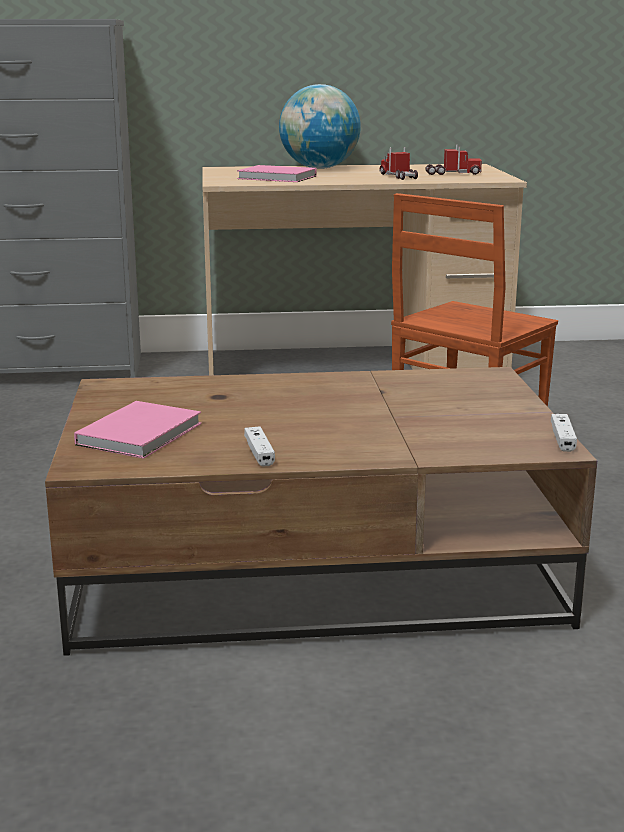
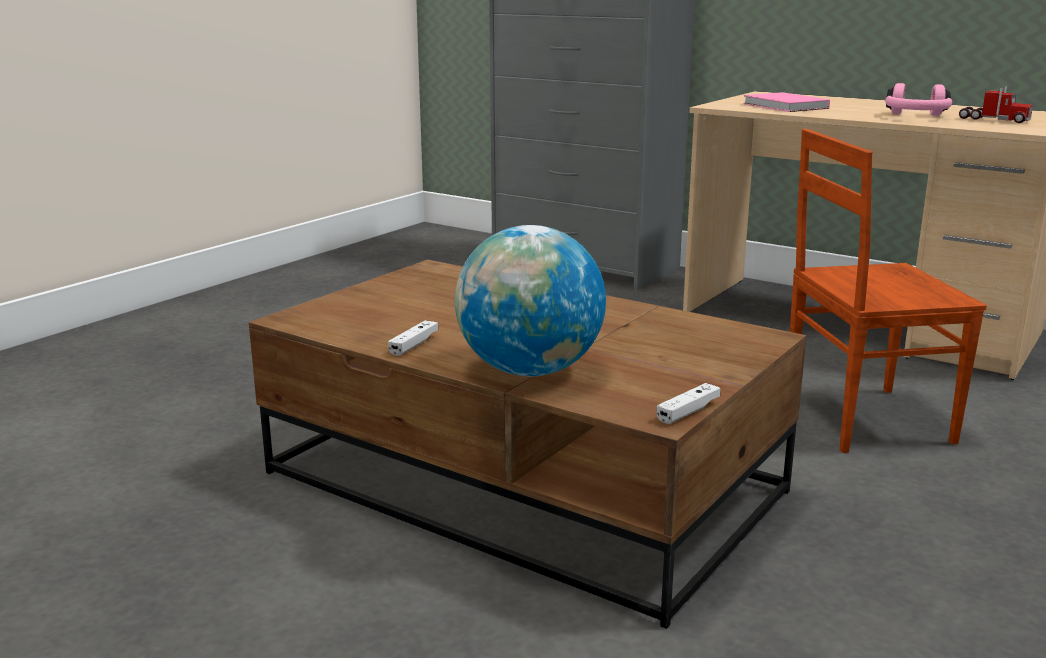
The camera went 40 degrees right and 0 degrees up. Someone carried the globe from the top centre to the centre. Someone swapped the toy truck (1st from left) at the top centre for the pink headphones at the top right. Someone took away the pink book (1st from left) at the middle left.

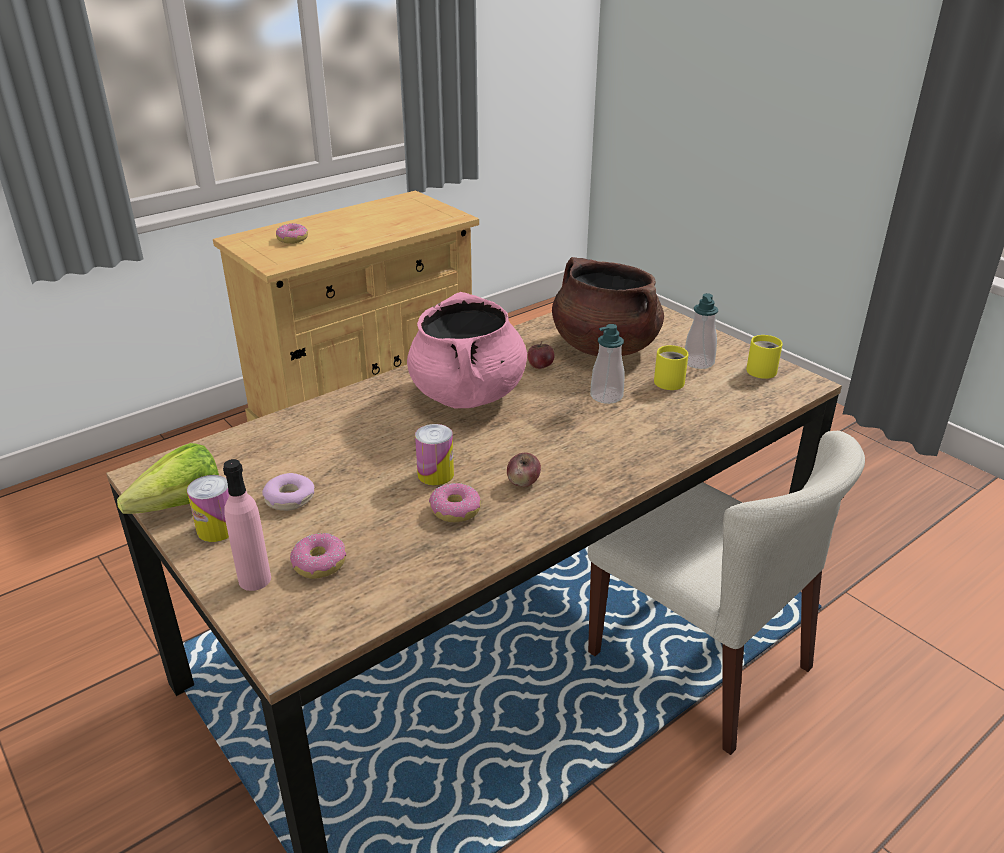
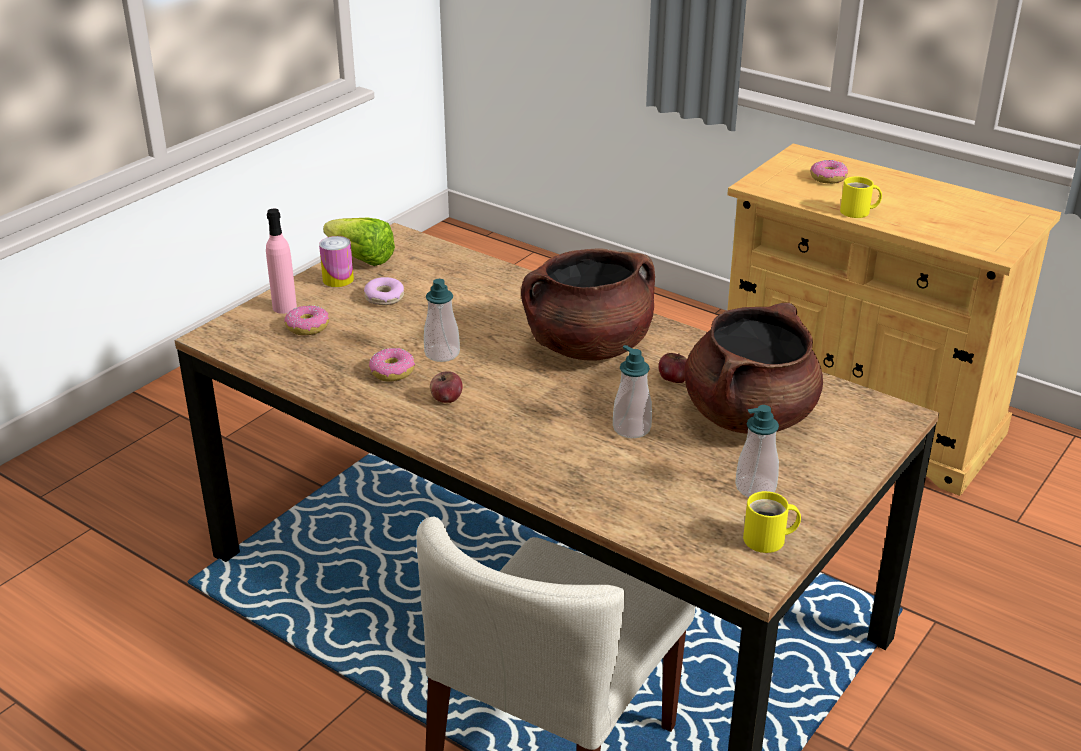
The camera went 75 degrees right and 0 degrees up. Someone swapped the can (2nd from left) at the centre for the soap dispenser (1st from left) at the centre. Someone repainted the pink cooking pot at the centre, which became the brown cooking pot (1st from left) at the centre. Someone carried the yellow mug (1st from left in the first image) from the middle right to the top right.

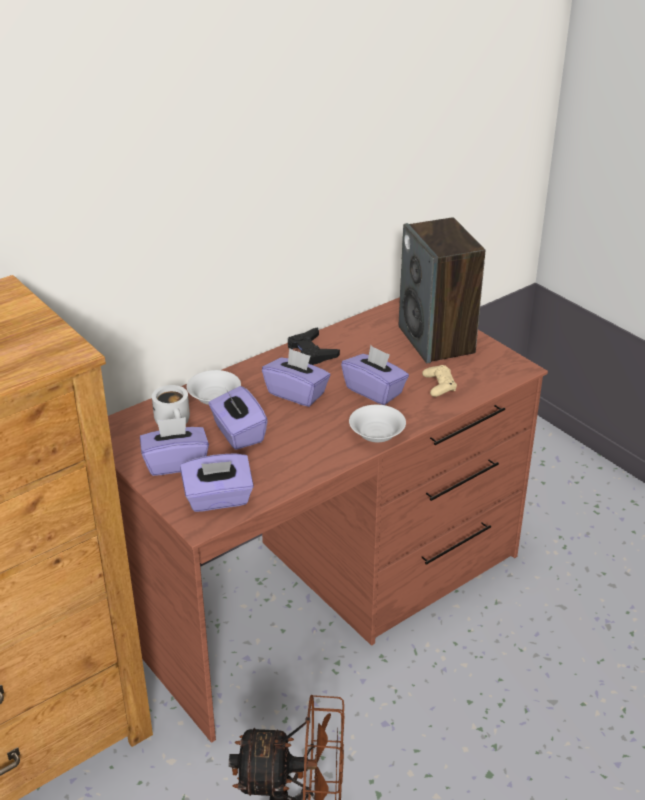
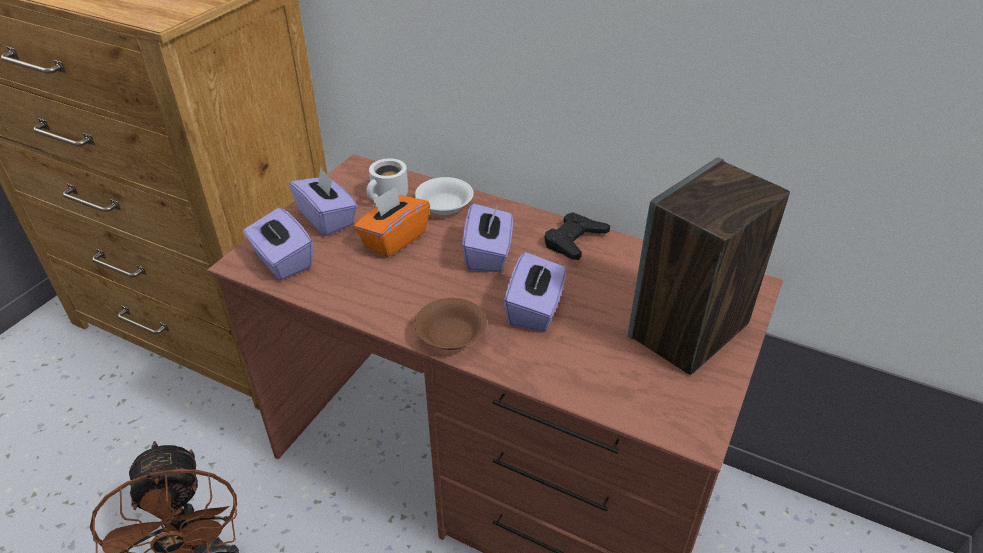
The camera went 65 degrees right and 5 degrees up. Someone repainted the purple tissue box (3rd from left) at the centre, which became the orange tissue box at the centre. Someone repainted the white bowl (2nd from left) at the centre, which became the brown bowl at the centre. Someone took away the beige game controller at the middle right.

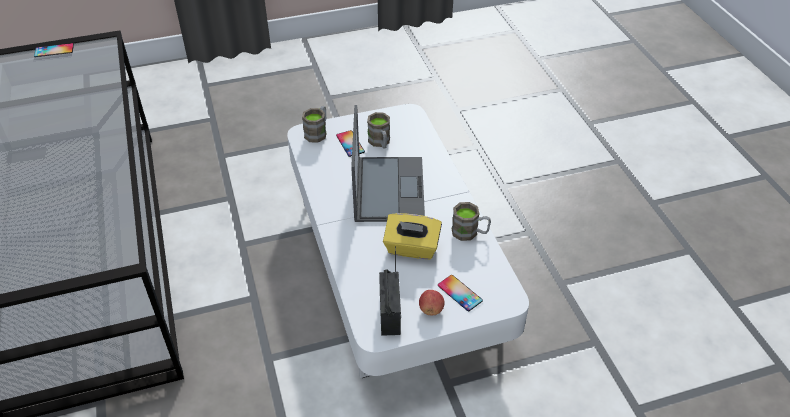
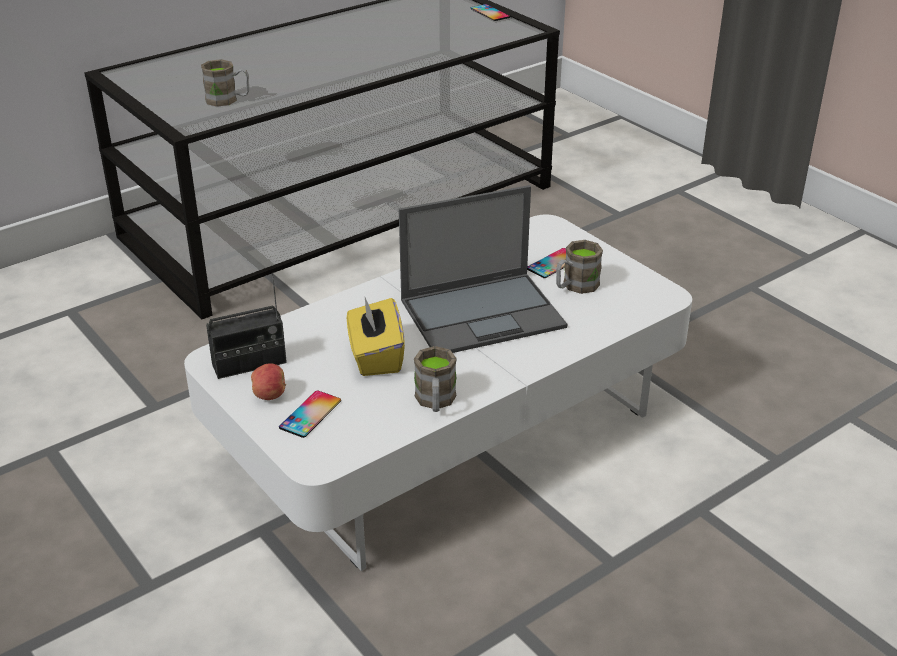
The camera went 70 degrees right and 10 degrees down. Someone carried the brown mug (1st from left) from the top centre to the top left.

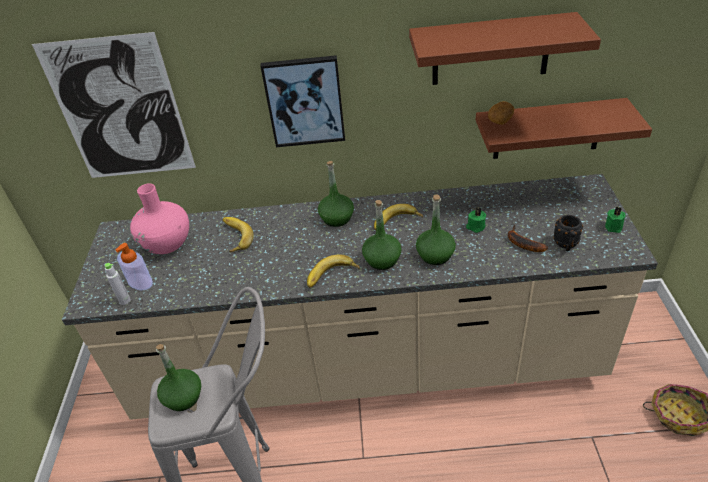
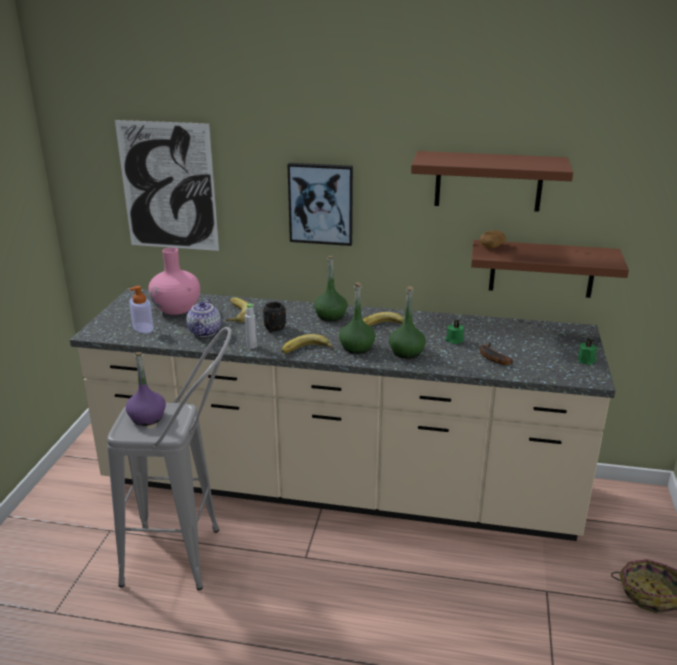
The camera went 10 degrees right and 15 degrees down. Someone repainted the green bottle (1st from left) at the bottom left, which became the purple bottle at the middle left. Someone put down the teapot at the middle left. Someone carried the grey bottle from the middle left to the centre. Someone carried the black mug from the middle right to the centre.

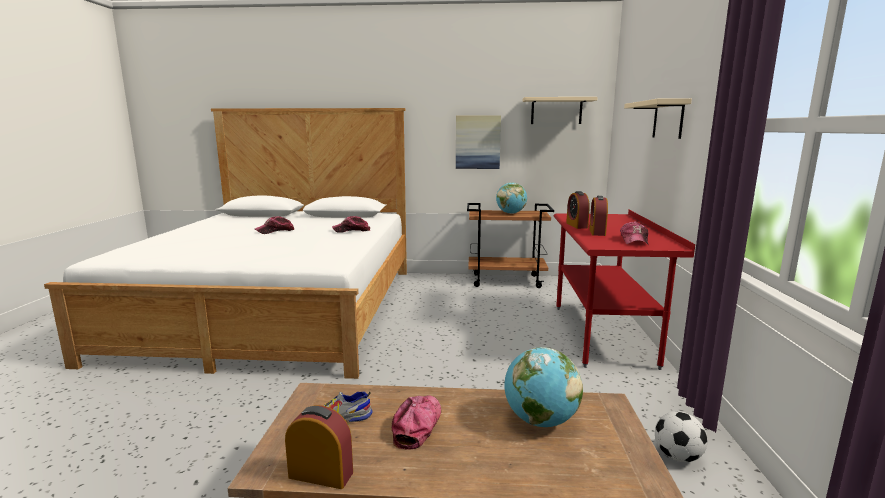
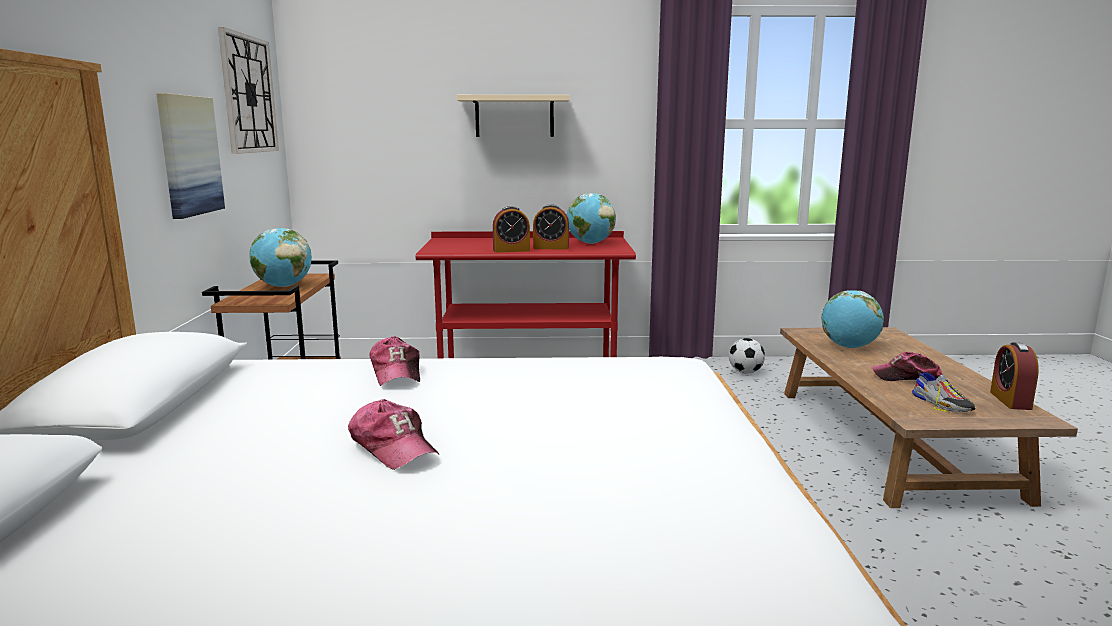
The camera went 95 degrees left and 0 degrees up. Someone swapped the beige shelf (1st from left) at the top centre for the wall clock at the top left. Someone swapped the cap (4th from left) at the middle right for the globe (2nd from left) at the centre.

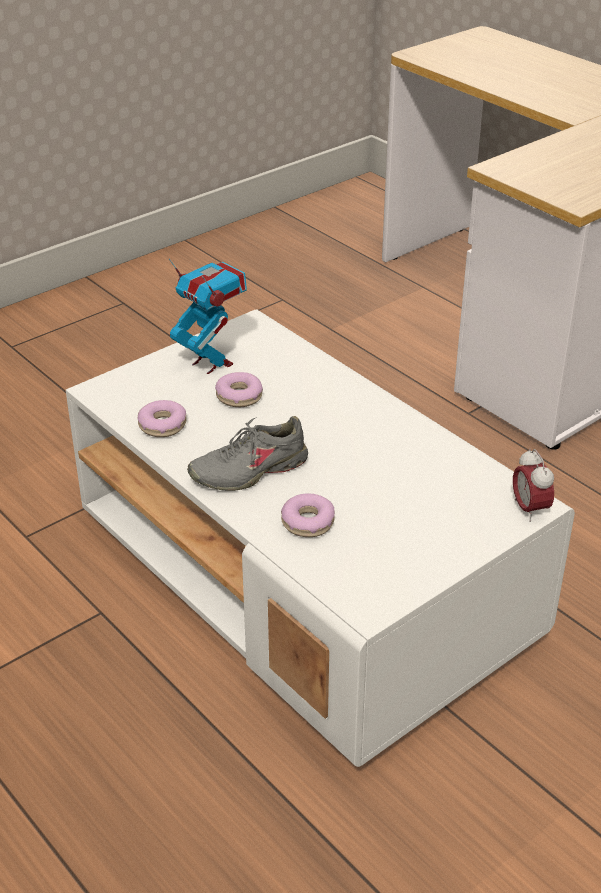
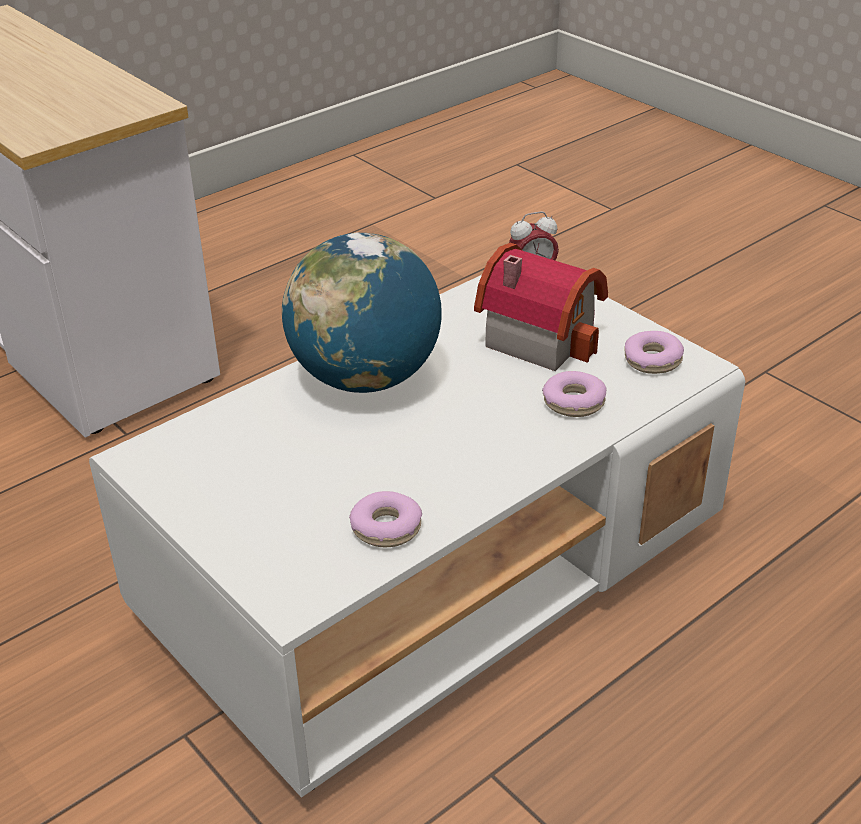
The camera went 90 degrees left and 0 degrees up. Someone put down the globe at the centre. Someone put down the toy house at the centre. Someone carried the donut (2nd from left in the first image) from the centre to the middle right. Someone took away the toy robot at the centre. Someone took away the grey shoe at the centre.

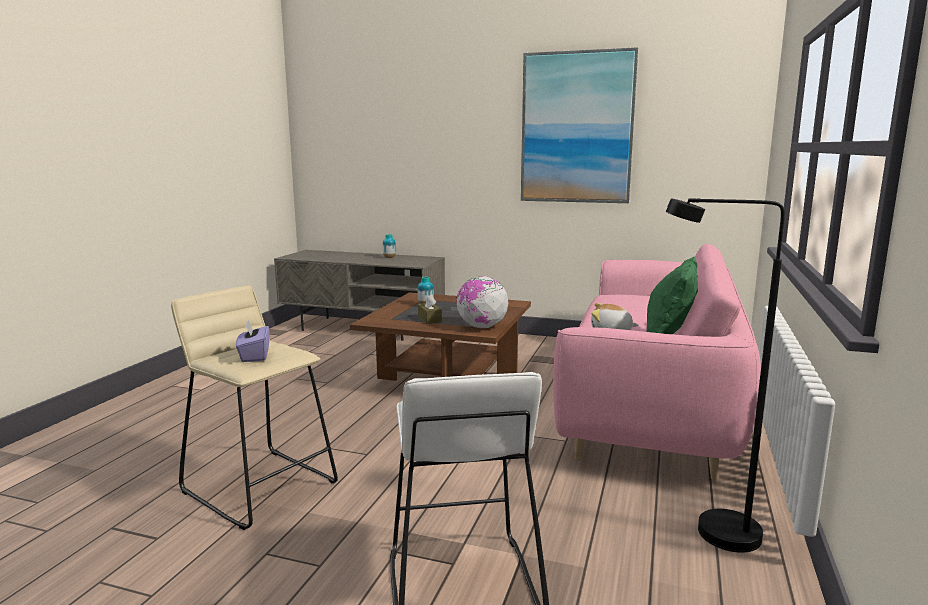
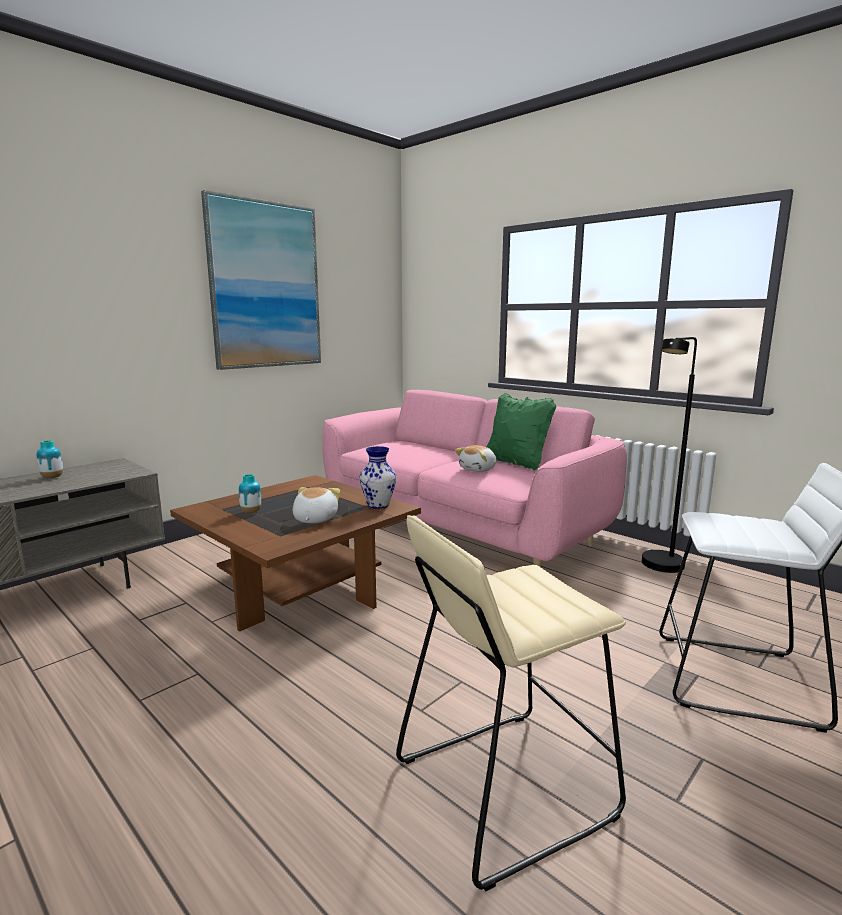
The camera went 65 degrees left and 0 degrees up. Someone swapped the brown tissue box at the centre for the plush toy (1st from left) at the centre. Someone swapped the globe at the centre for the vase (3rd from left) at the centre. Someone took away the purple tissue box at the middle left.

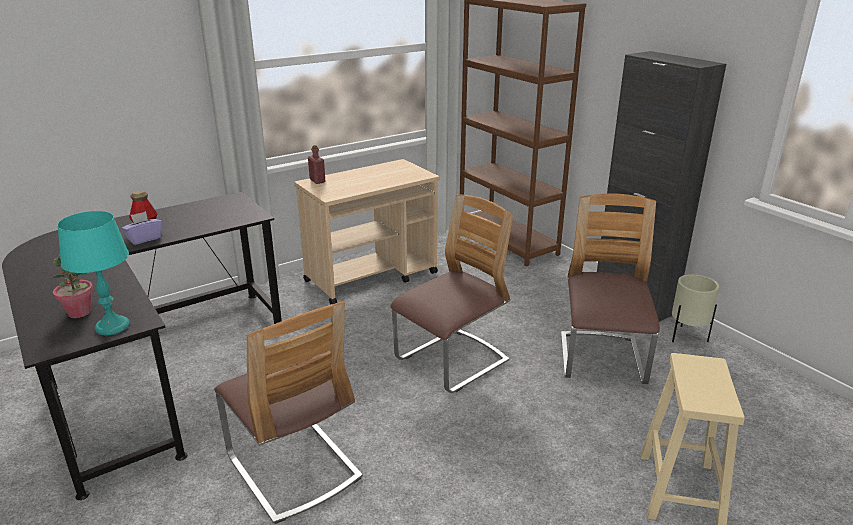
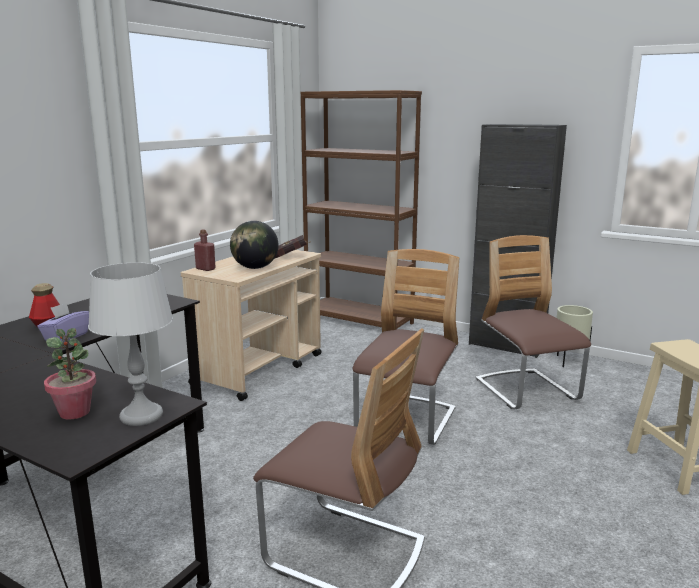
The camera went 25 degrees left and 10 degrees down. Someone repainted the turquoise table lamp at the middle left, which became the grey table lamp at the middle left. Someone put down the globe at the centre. Someone put down the red book at the centre.

